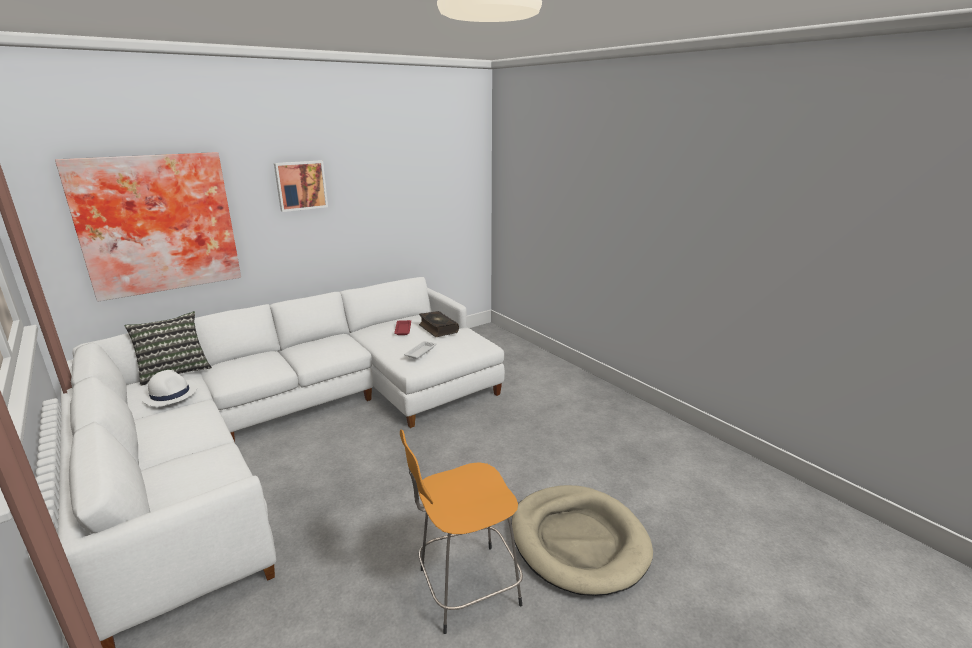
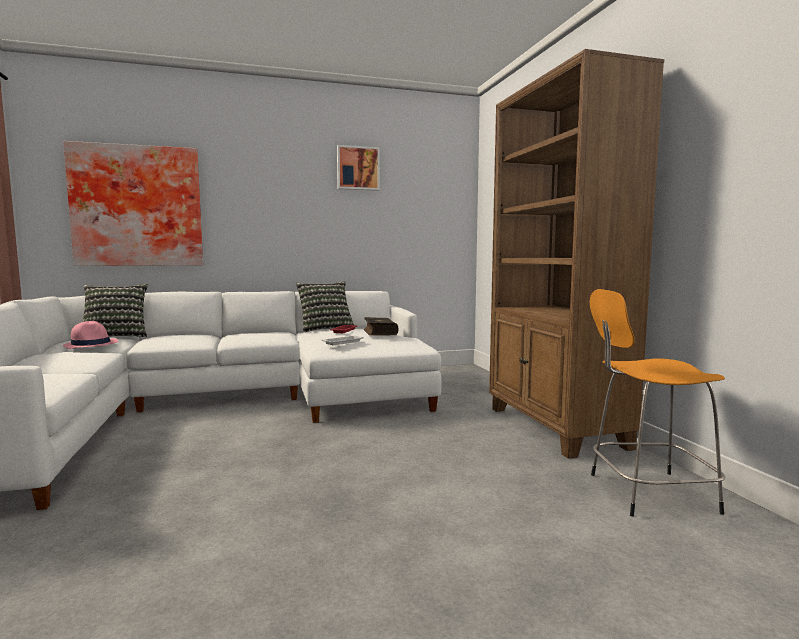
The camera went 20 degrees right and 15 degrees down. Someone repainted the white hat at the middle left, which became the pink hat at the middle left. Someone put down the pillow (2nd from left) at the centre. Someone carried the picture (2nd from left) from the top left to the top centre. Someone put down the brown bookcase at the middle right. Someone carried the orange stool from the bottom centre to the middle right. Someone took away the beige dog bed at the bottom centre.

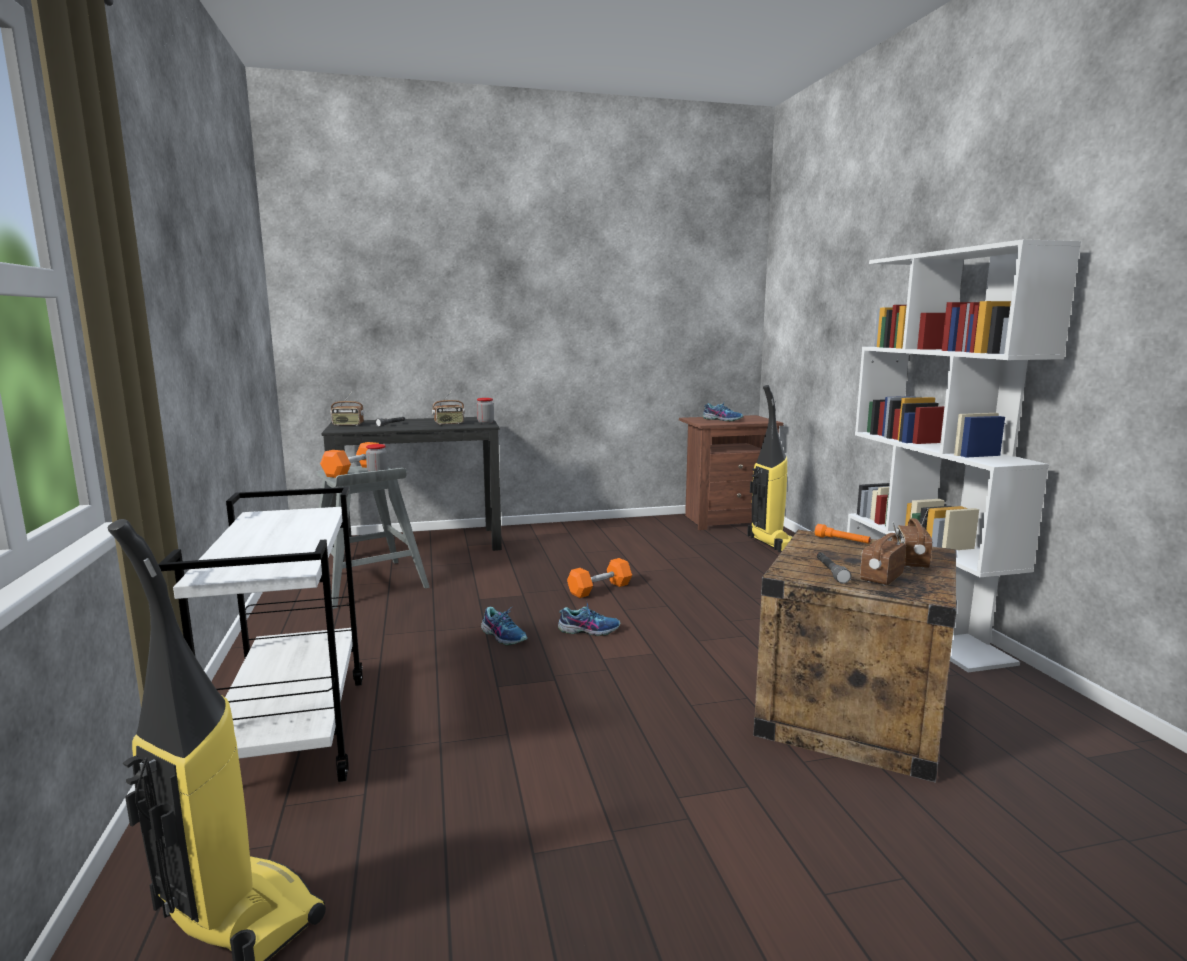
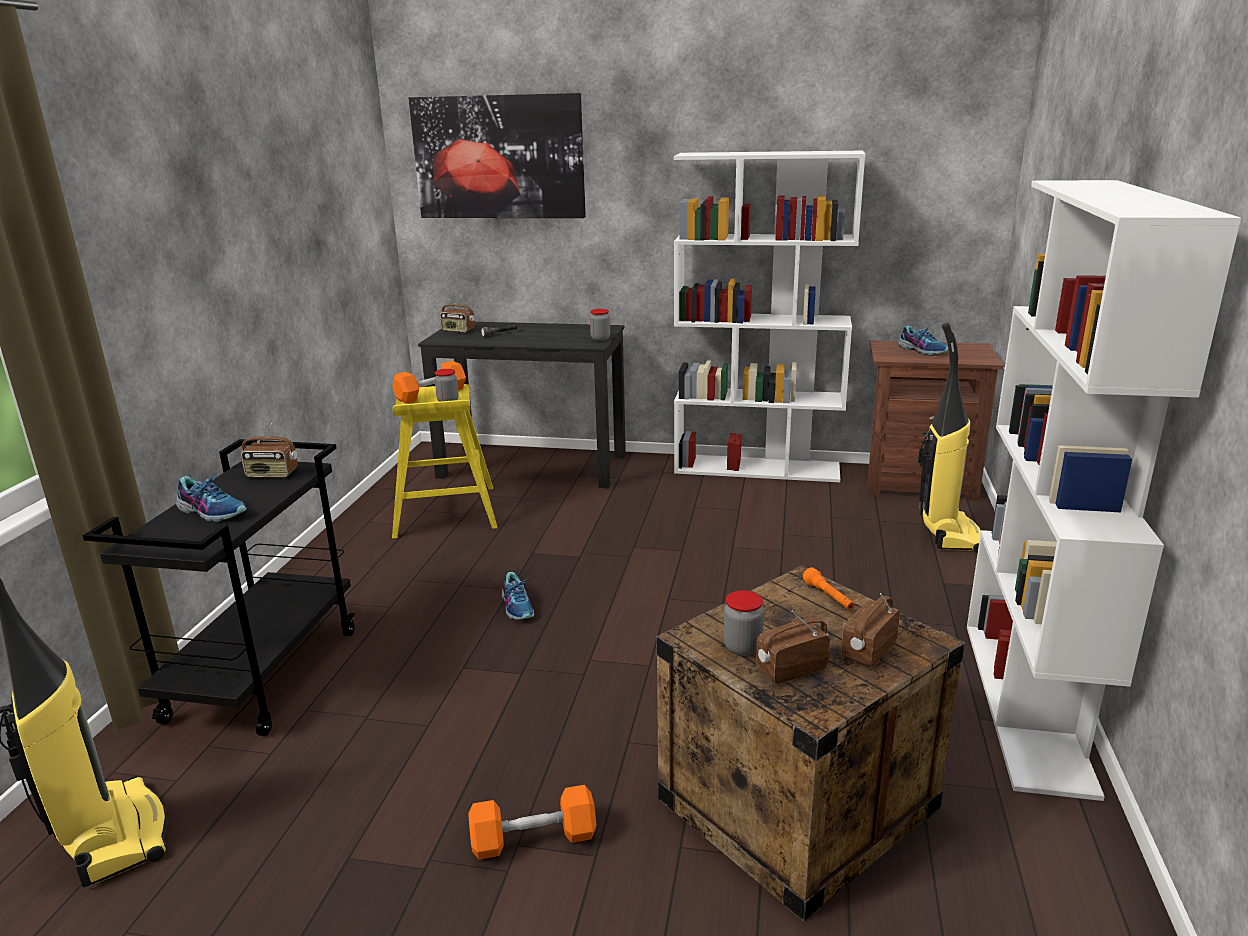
The camera went 25 degrees right and 10 degrees up. Someone repainted the white cart at the middle left, which became the black cart at the middle left. Someone carried the shoe (2nd from left in the first image) from the centre to the middle left. Someone carried the radio (2nd from left in the first image) from the centre to the middle left. Someone repainted the grey stool at the middle left, which became the yellow stool at the centre. Someone put up the picture at the top centre. Someone carried the orange dumbbell (2nd from left) from the centre to the bottom centre. Someone put down the white bookcase (1st from left) at the centre. Someone swapped the grey flashlight (2nd from left) at the middle right for the jar (3rd from left) at the centre.

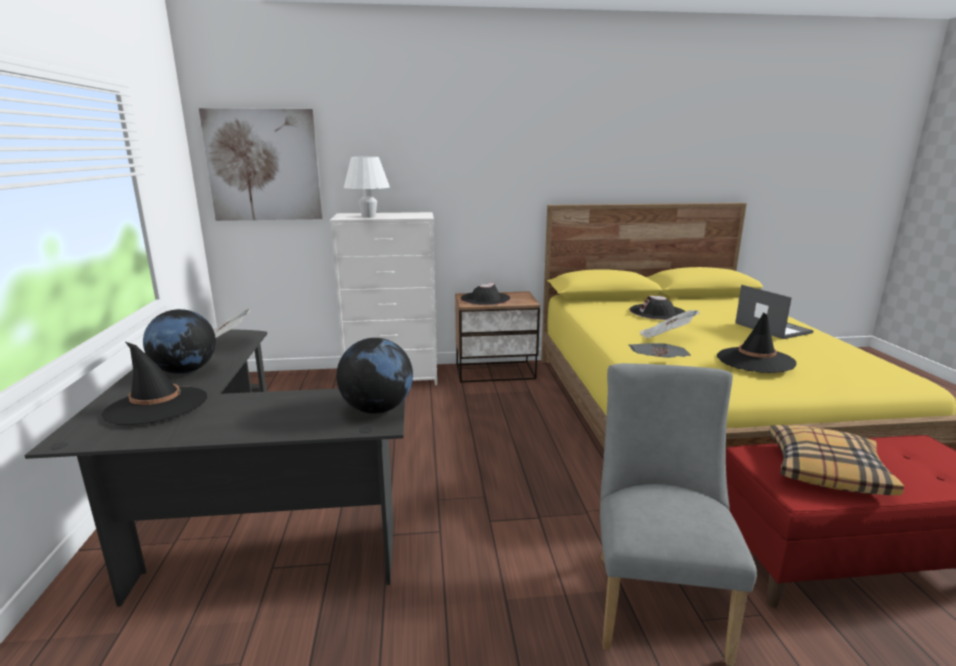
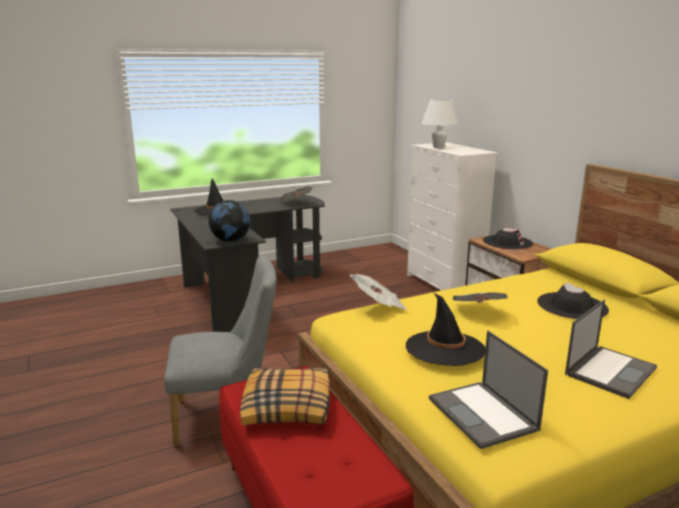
The camera went 70 degrees right and 0 degrees up. Someone put down the laptop (1st from left) at the bottom right. Someone took away the globe (1st from left) at the middle left. Someone took away the picture at the top left.

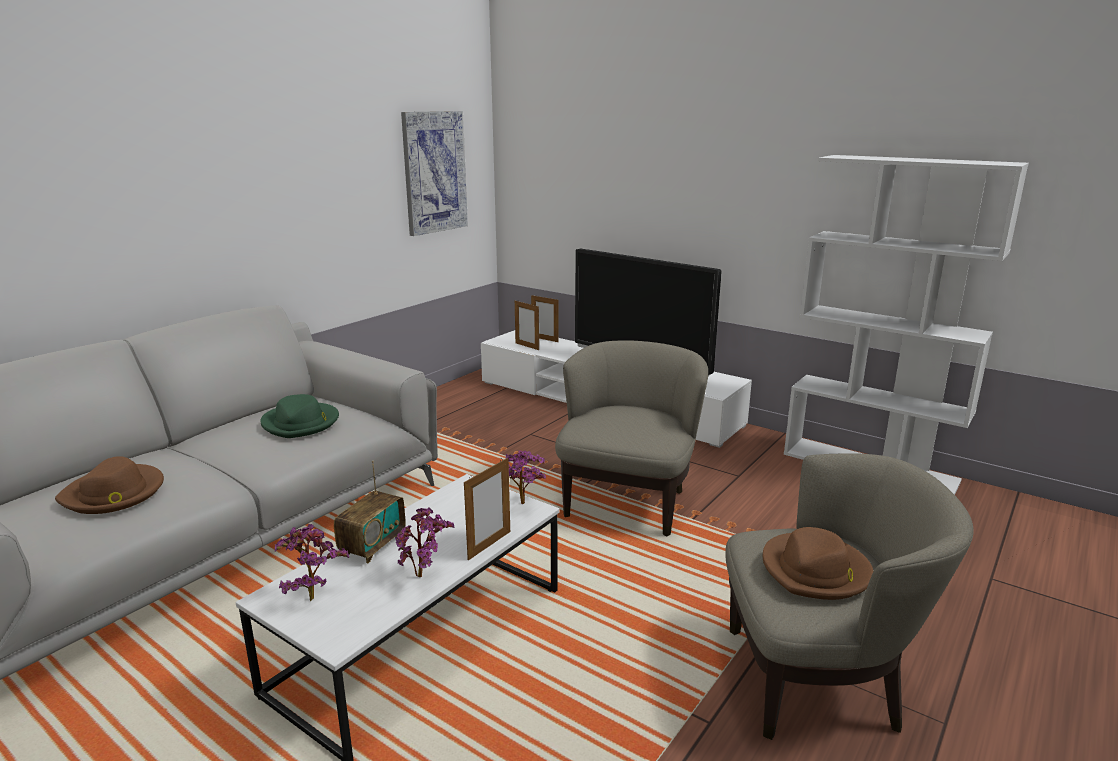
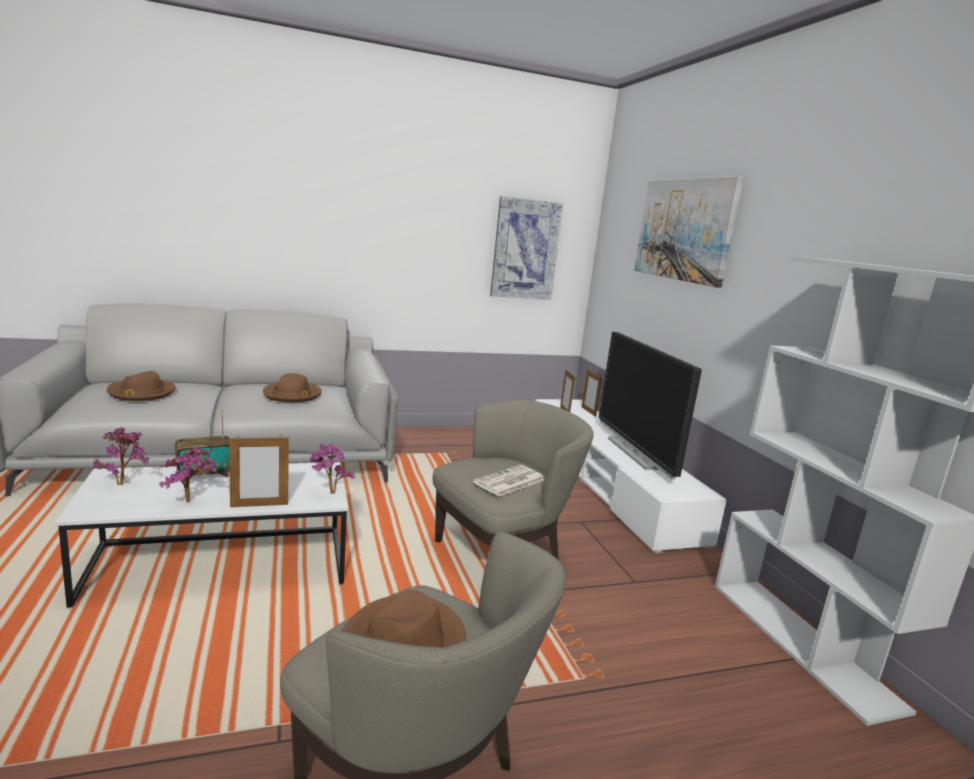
The camera went 35 degrees right and 5 degrees down. Someone repainted the green hat at the middle left, which became the brown hat (2nd from left) at the middle left. Someone put down the newspaper at the centre. Someone put up the picture (2nd from left) at the top right.

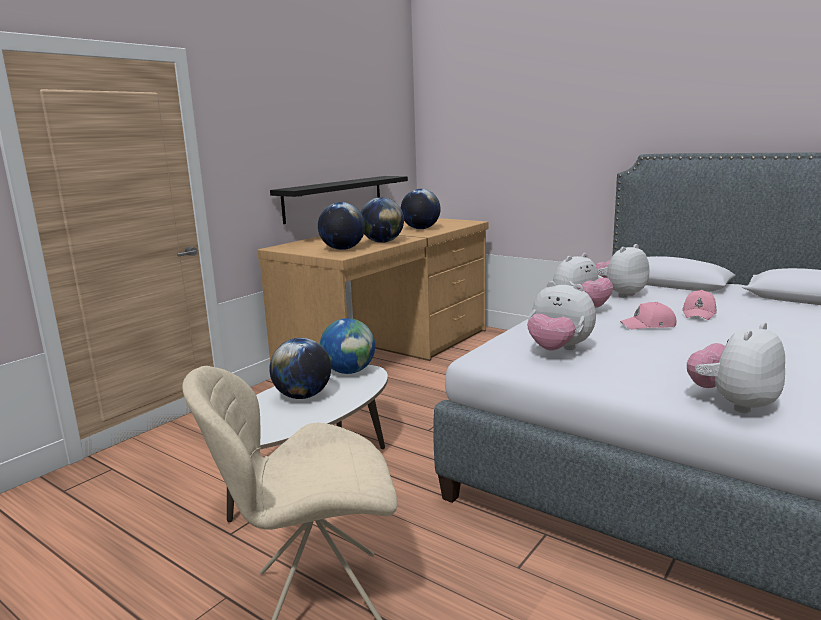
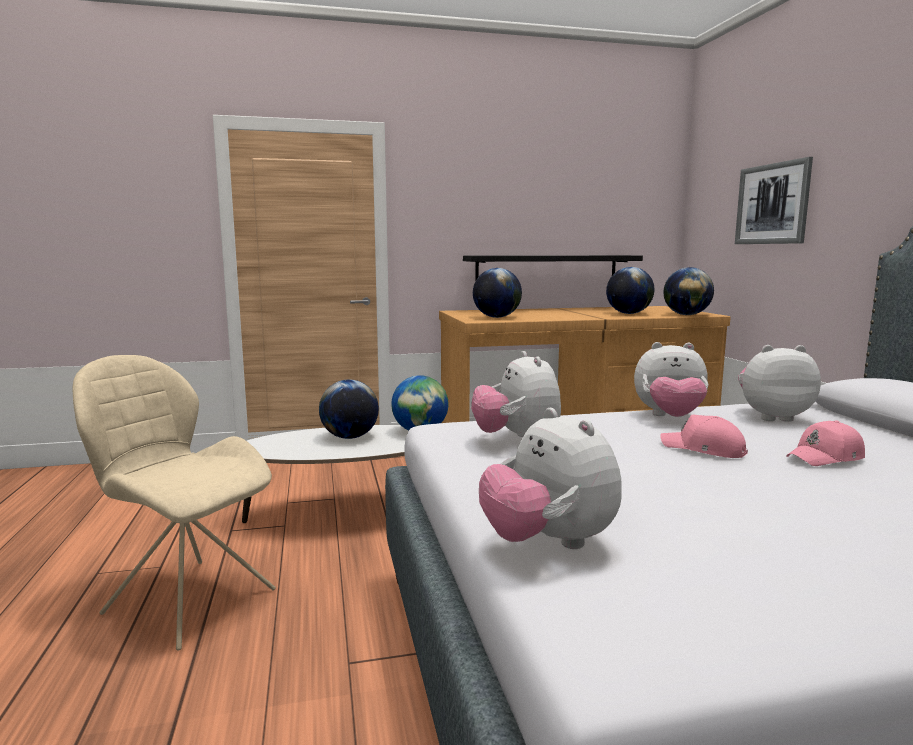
The camera went 40 degrees right and 5 degrees down. Someone rotated the plush toy (4th from left in the first image) at the middle right by 120 degrees counterclockwise. Someone carried the globe (4th from left in the first image) from the centre to the middle right. Someone put up the picture at the top right.

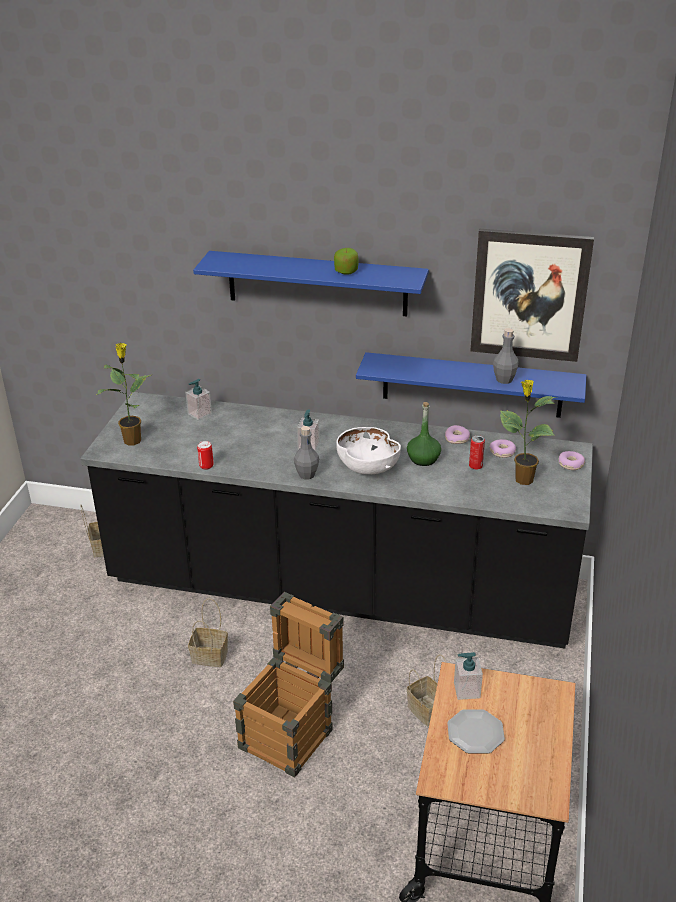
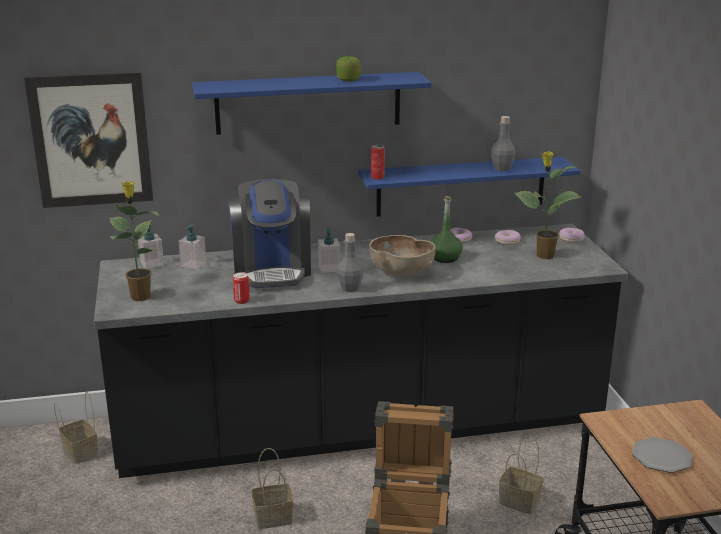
The camera went 25 degrees left and 10 degrees down. Someone carried the picture from the top right to the top left. Someone carried the soap dispenser (3rd from left in the first image) from the bottom right to the middle left. Someone put down the coffee machine at the centre. Someone repainted the white bowl at the centre, which became the brown bowl at the centre. Someone carried the can (2nd from left) from the middle right to the top centre.

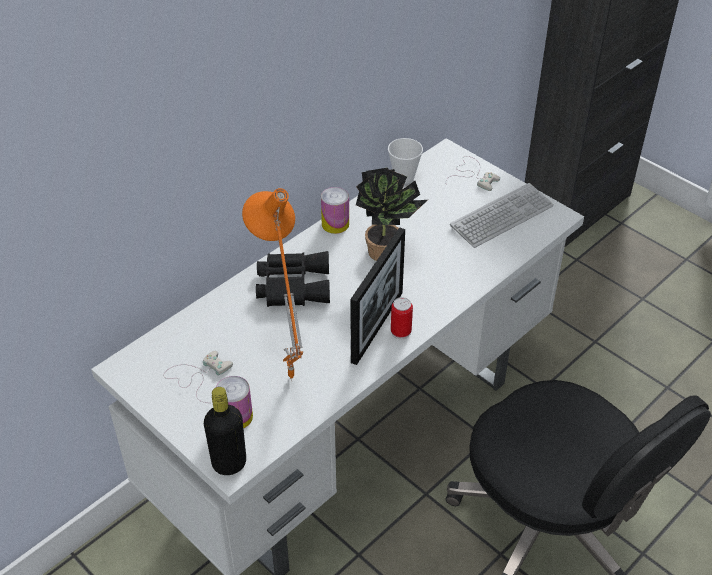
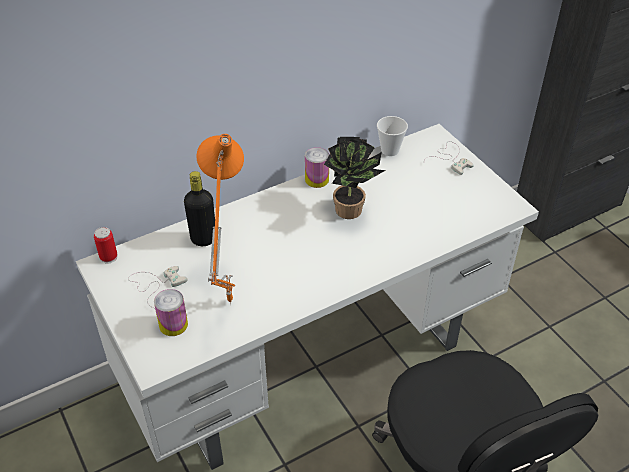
The camera went 15 degrees right and 0 degrees up. Someone carried the can (3rd from left in the first image) from the centre to the middle left. Someone carried the black bottle from the bottom left to the middle left. Someone took away the black binoculars at the centre. Someone took away the picture frame at the centre. Someone took away the keyboard at the middle right.

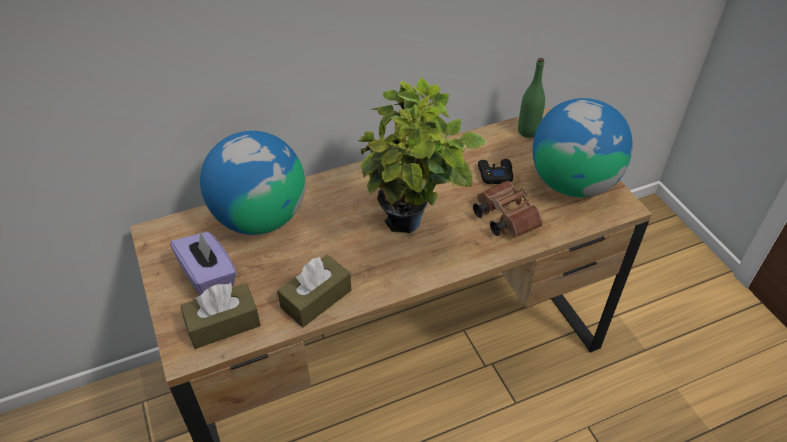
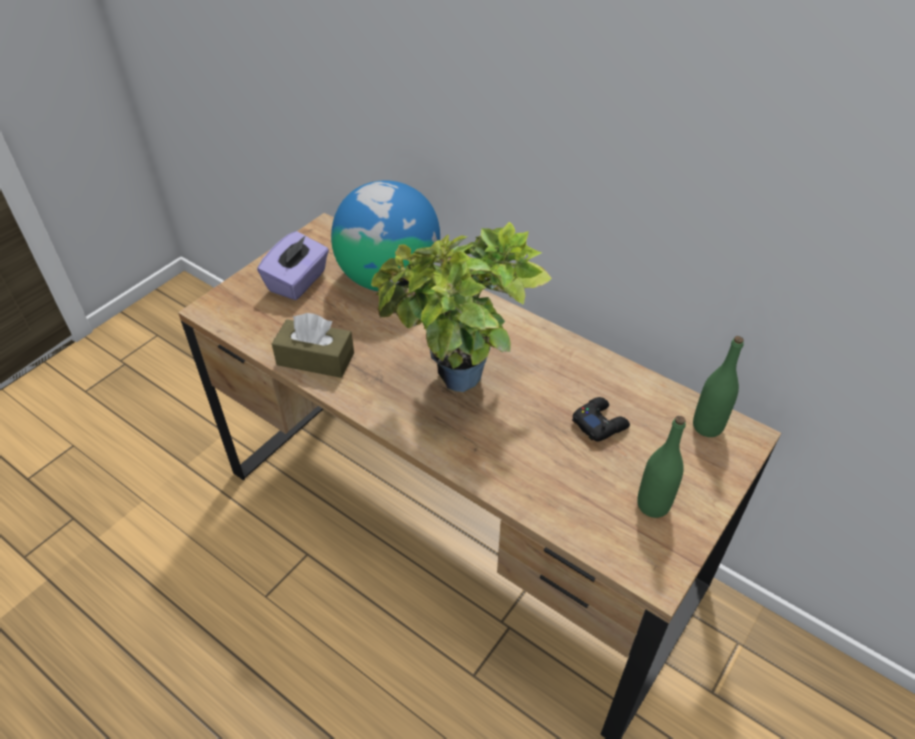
The camera went 60 degrees right and 0 degrees up. Someone swapped the globe (2nd from left) at the top right for the green bottle (1st from left) at the middle right. Someone took away the brown tissue box (1st from left) at the bottom left. Someone took away the brown binoculars at the centre.

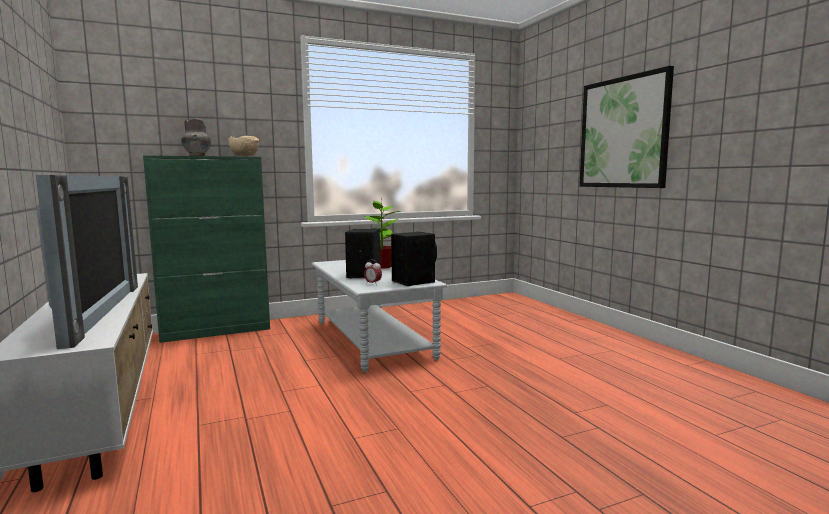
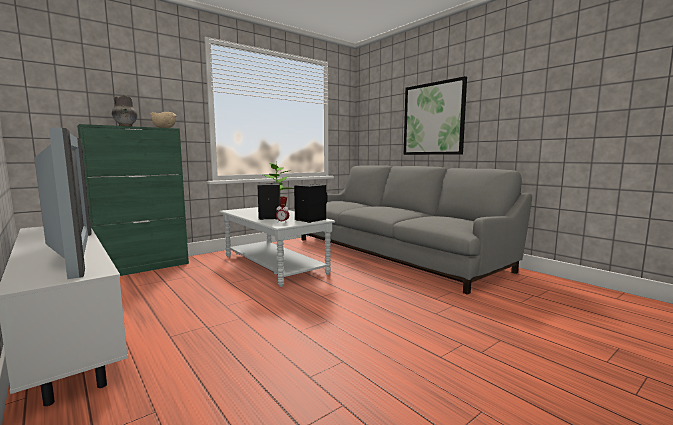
The camera went 15 degrees left and 0 degrees up. Someone put down the grey sofa at the centre.

